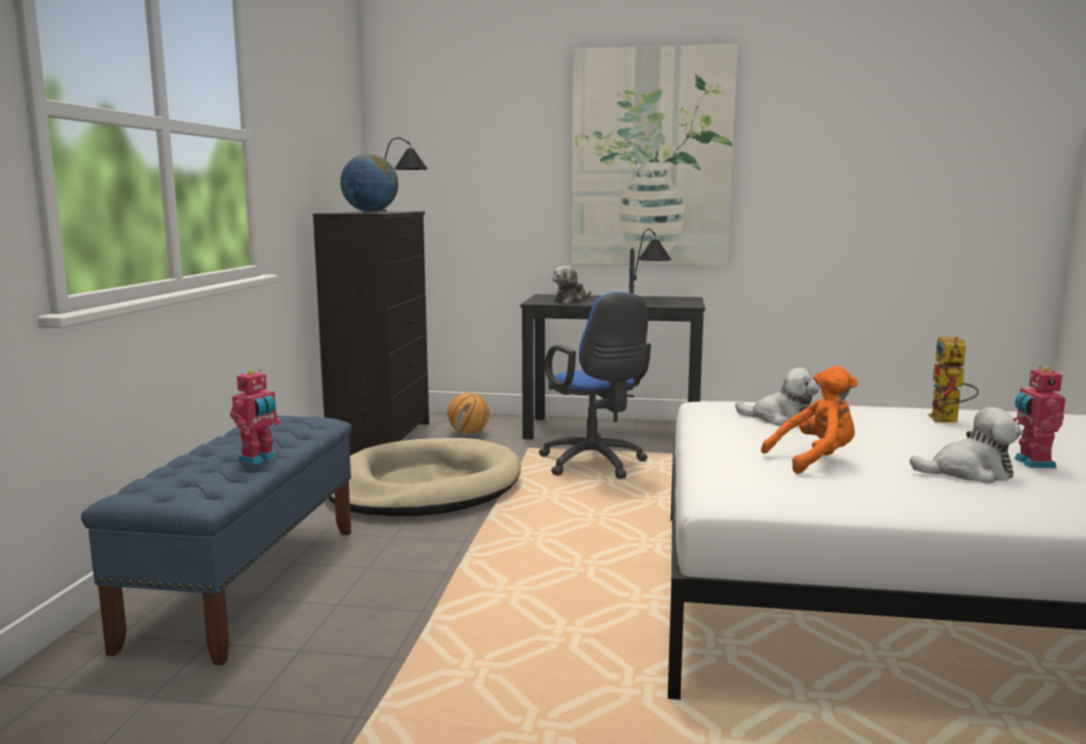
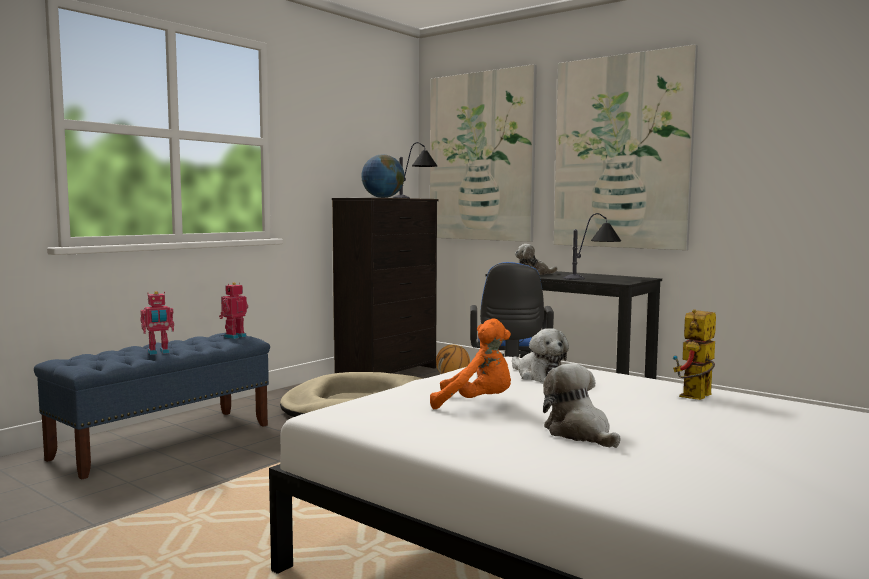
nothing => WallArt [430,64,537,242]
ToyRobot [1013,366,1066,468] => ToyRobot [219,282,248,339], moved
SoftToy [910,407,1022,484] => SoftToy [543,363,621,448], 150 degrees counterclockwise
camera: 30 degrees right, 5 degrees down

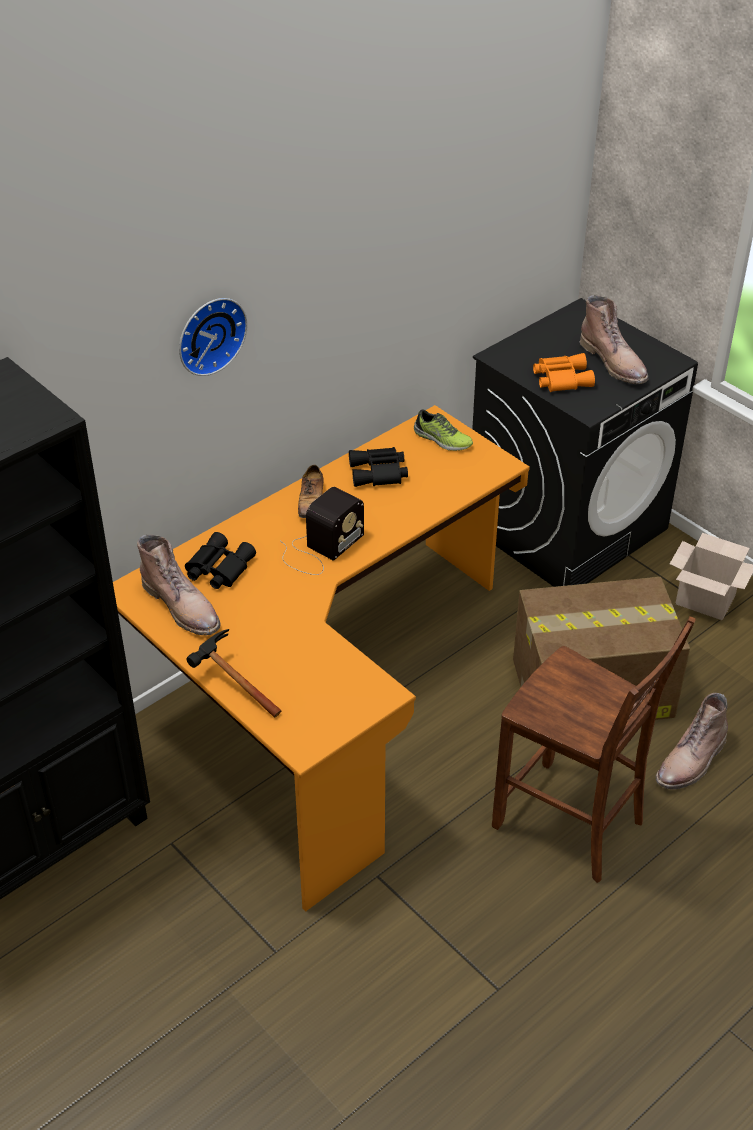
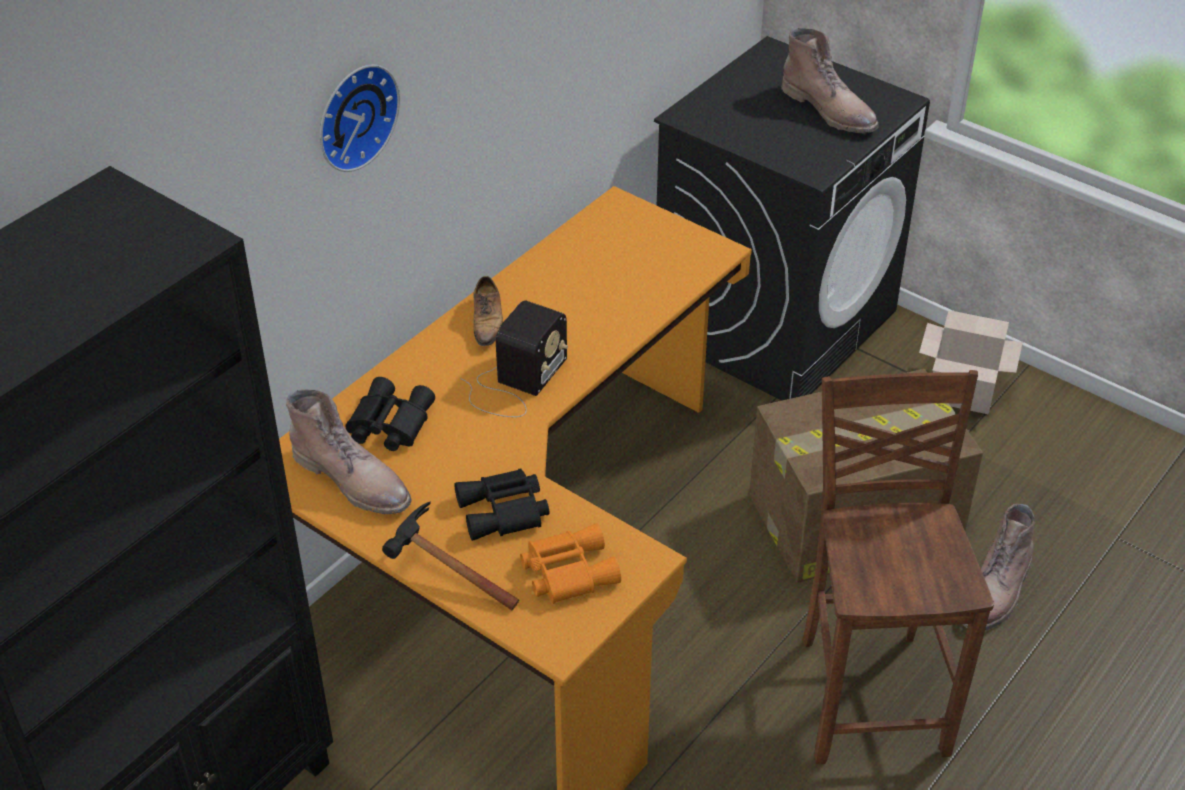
ItemOfFootwear [414,410,473,451] => nothing
BlackColouredBinoculars [349,447,408,487] => BlackColouredBinoculars [454,468,550,541], moved
OrangeyBinoculars [533,353,595,392] => OrangeyBinoculars [520,523,621,604], moved
BrownColouredUprightChair [492,616,696,883] => BrownColouredUprightChair [803,370,994,764], 120 degrees counterclockwise
camera: 10 degrees left, 0 degrees up

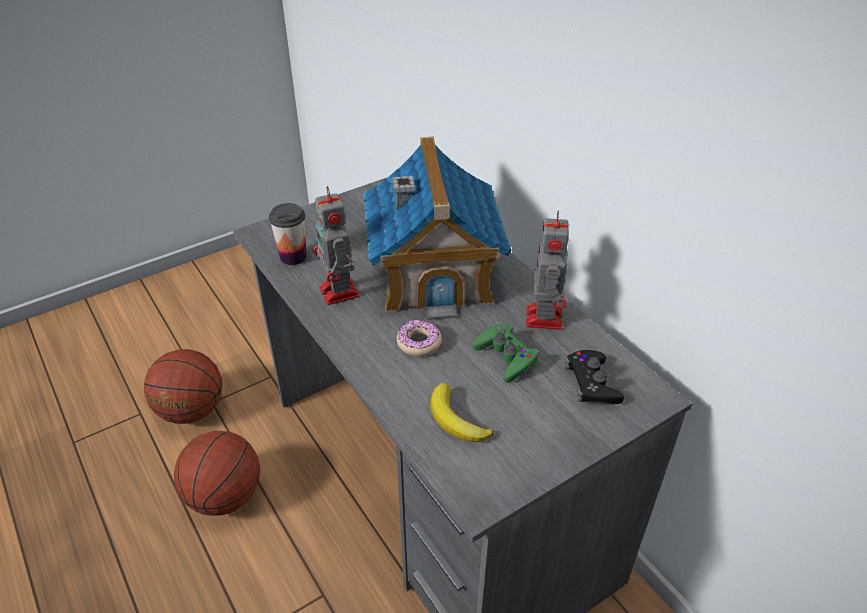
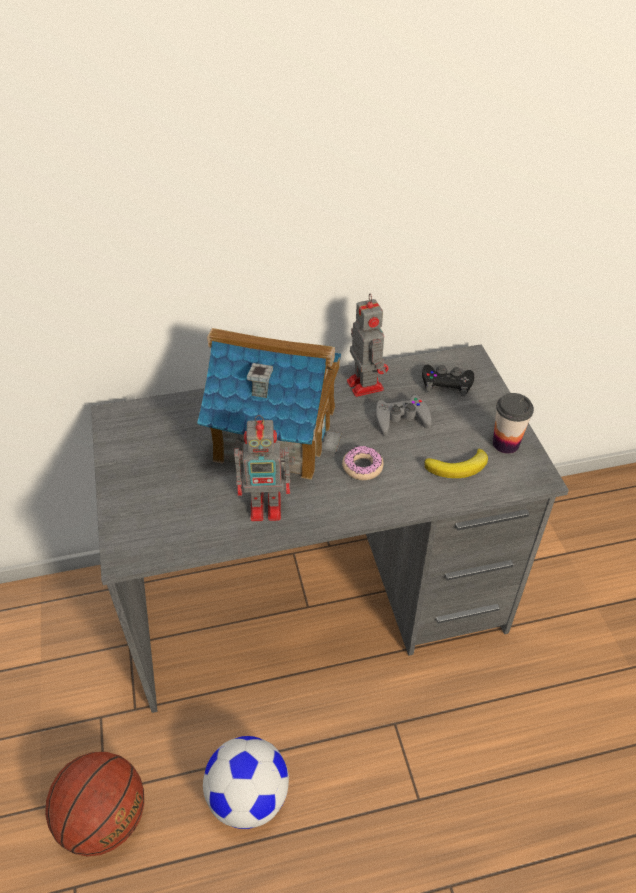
SmallCup [269,203,306,265] => SmallCup [493,393,534,454], moved
Basketball [174,431,260,516] => BallForFootball [203,736,289,829]
GreenGameController [472,324,539,383] => GreyishGameController [375,395,432,436]
ToyRobot [526,211,569,330] => ToyRobot [347,293,389,397], 45 degrees clockwise
camera: 70 degrees left, 5 degrees up

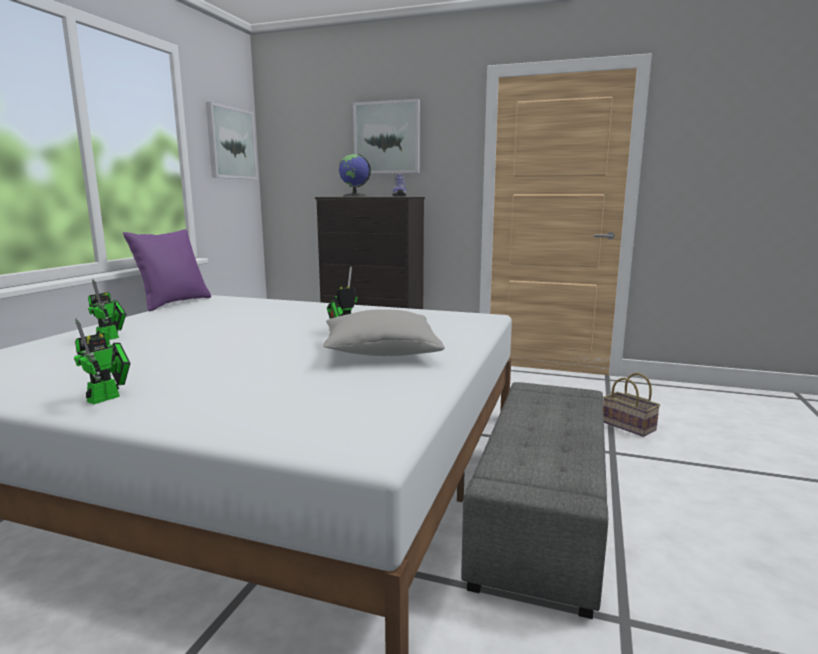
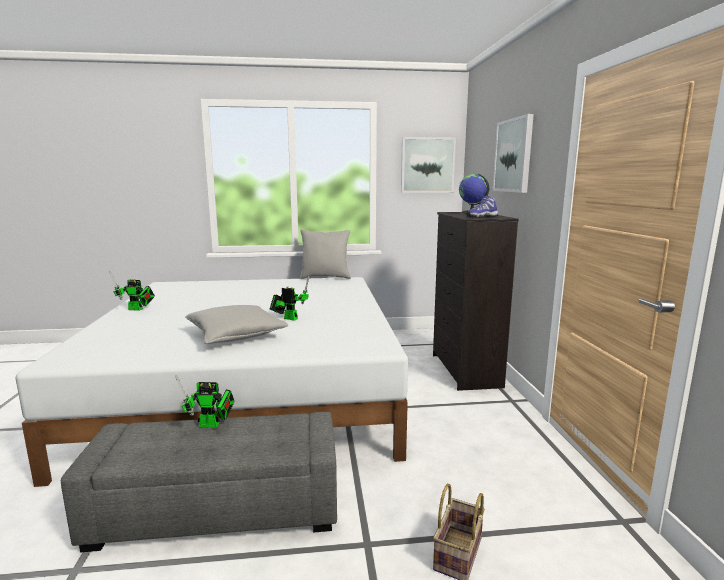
ToyRobot [88,279,126,340] => ToyRobot [176,375,235,428], moved
PurpleColouredCushion [123,229,211,311] => GreyishCushion [300,229,351,279]
camera: 65 degrees right, 0 degrees up

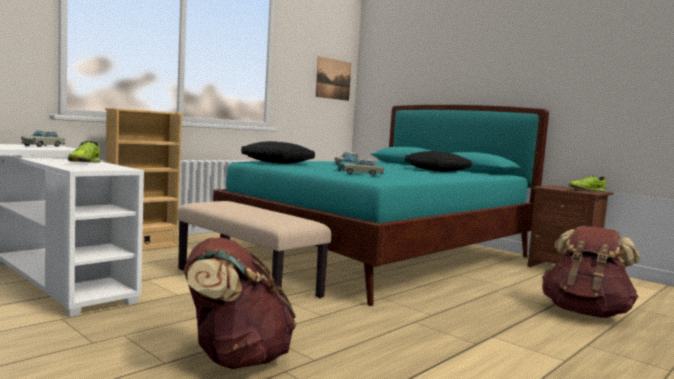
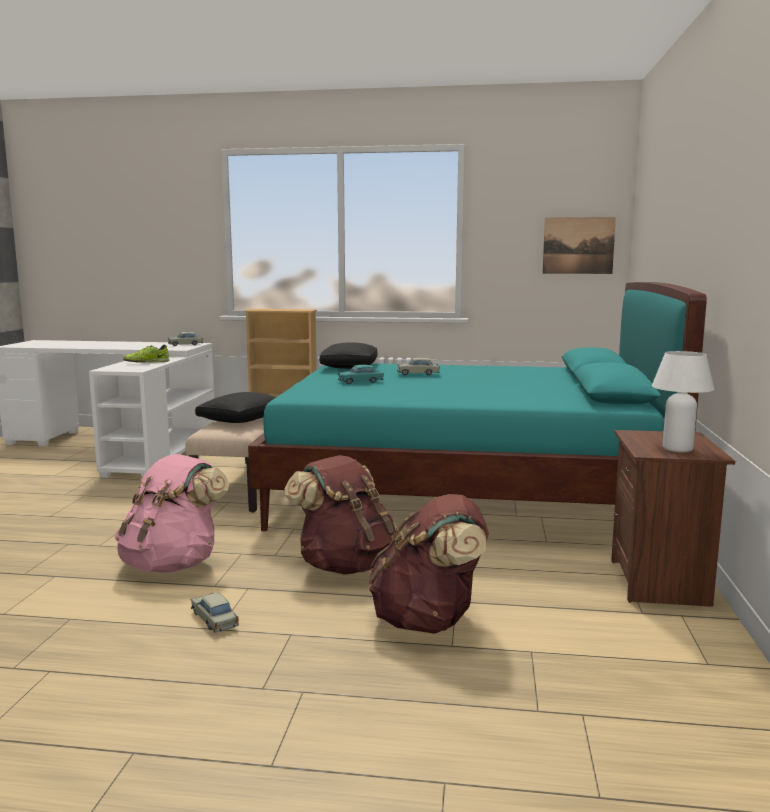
nothing => PinkColouredKnapsack [114,454,229,573]
BrownColouredKnapsack [184,238,296,369] => BrownColouredKnapsack [285,455,395,575], moved
BeigeColouredToyCar [343,159,384,176] => BeigeColouredToyCar [191,592,239,632], moved
BlackColouredCushion [405,151,472,172] => BlackColouredCushion [195,392,276,423], moved
ItemOfFootwear [568,176,606,192] => WhiteTabletopLamp [652,351,715,453]
camera: 55 degrees right, 5 degrees up

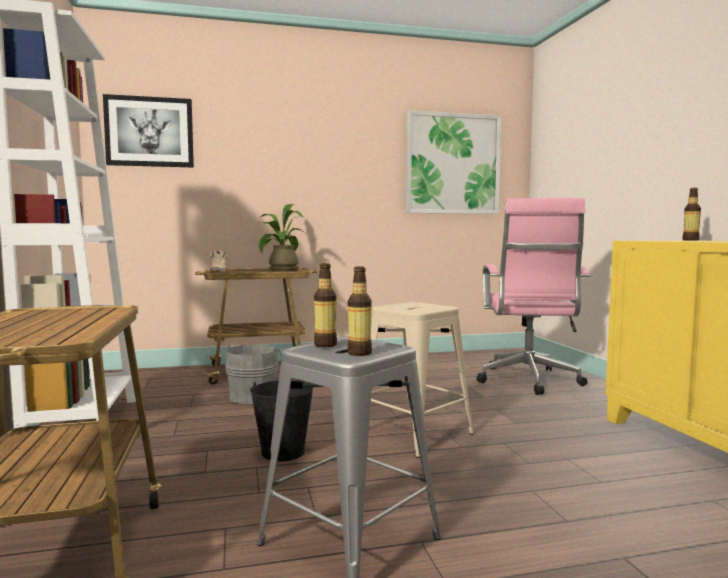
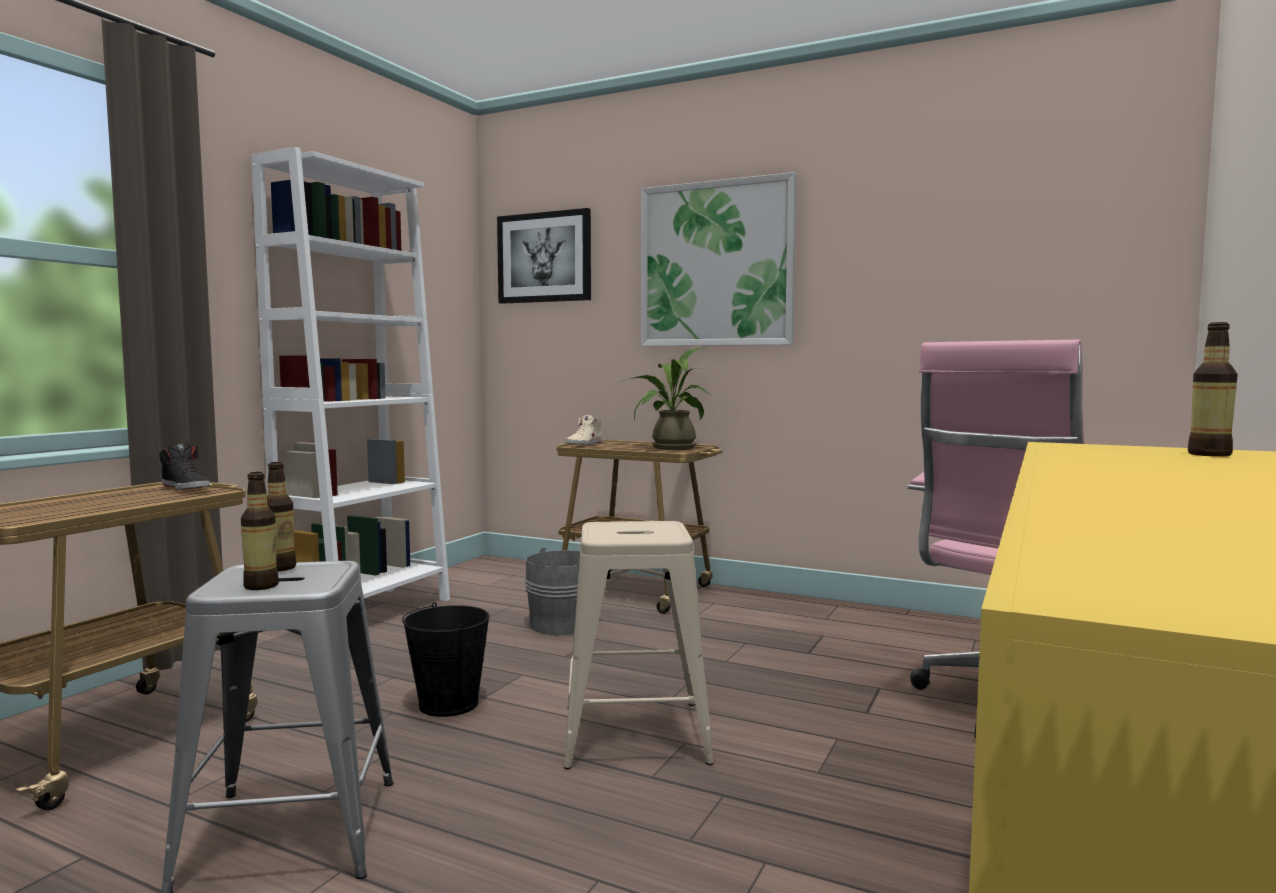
nothing => BlackColouredItemOfFootwear [159,443,210,490]
WallArt [406,110,501,214] => WallArt [641,172,797,346], moved
camera: 40 degrees right, 0 degrees up

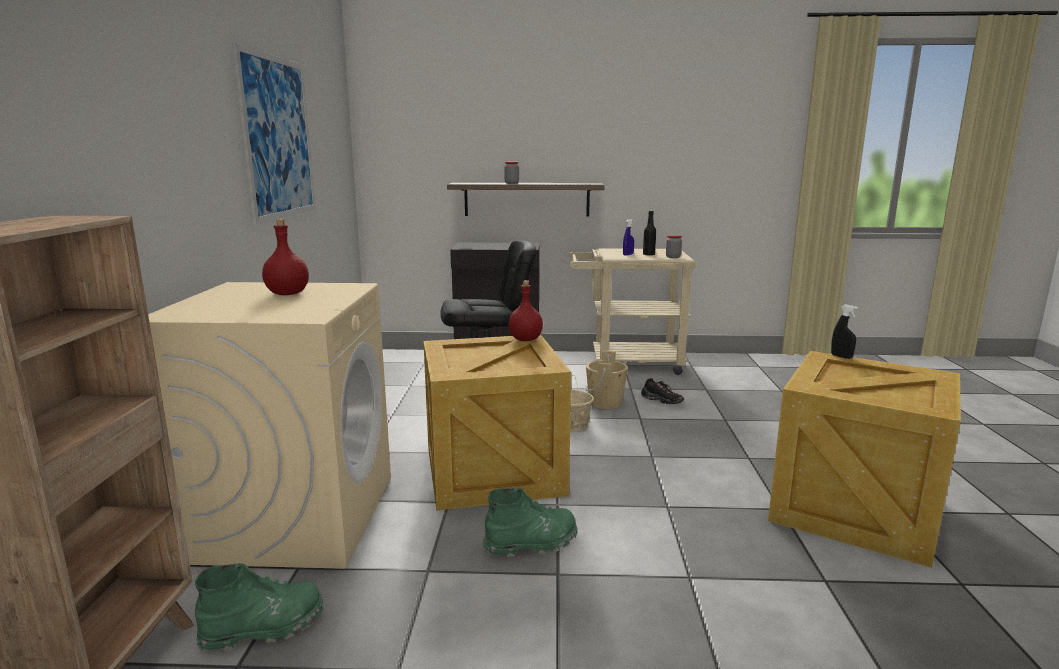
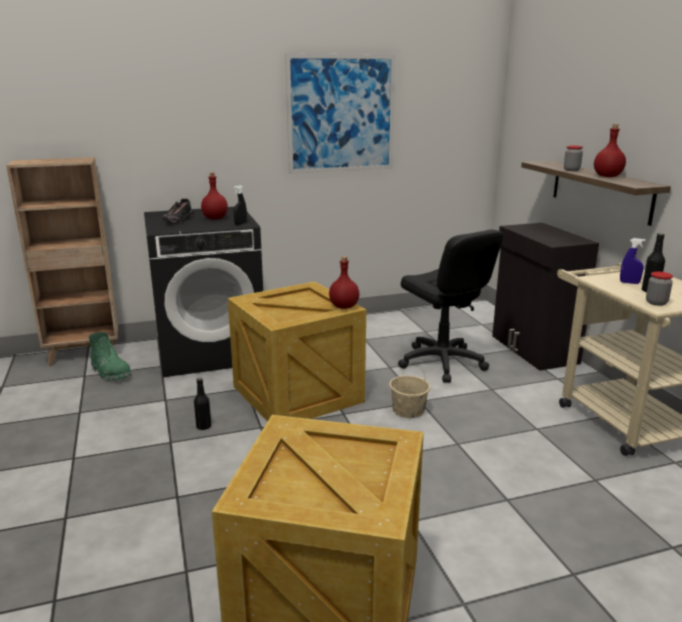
BeigeColouredBucket [586,351,628,409] => nothing
nothing => ReddishBottle [594,124,626,177]
BlackColouredItemOfFootwear [641,378,684,404] => BlackColouredItemOfFootwear [163,199,194,223], moved
BlackColouredSprayer [831,304,858,359] => BlackColouredSprayer [234,185,247,225], moved
GreenTallBoot [483,488,577,557] => BlackColouredBottle [194,378,211,430]
BeigeColouredLaundryAppliance [148,282,391,569] => BlackColouredLaundryAppliance [144,207,263,377]
camera: 70 degrees right, 5 degrees up

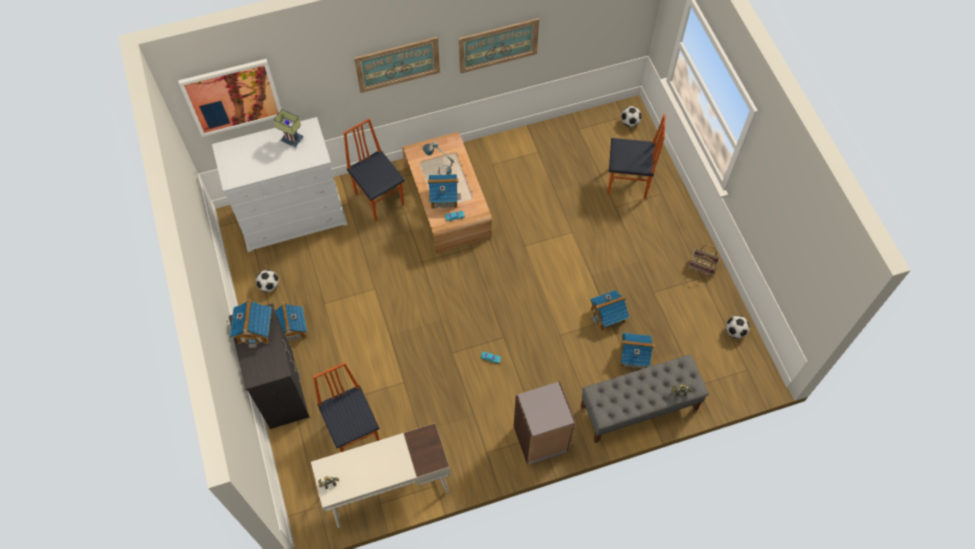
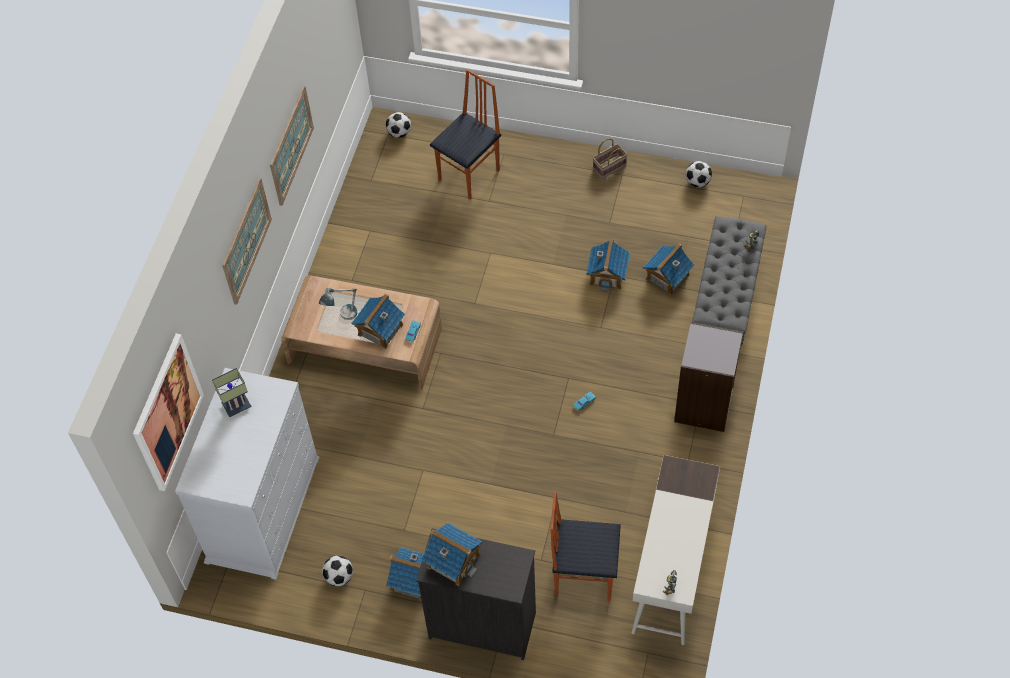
UprightChair [344,118,405,221] => nothing
camera: 55 degrees left, 5 degrees down

